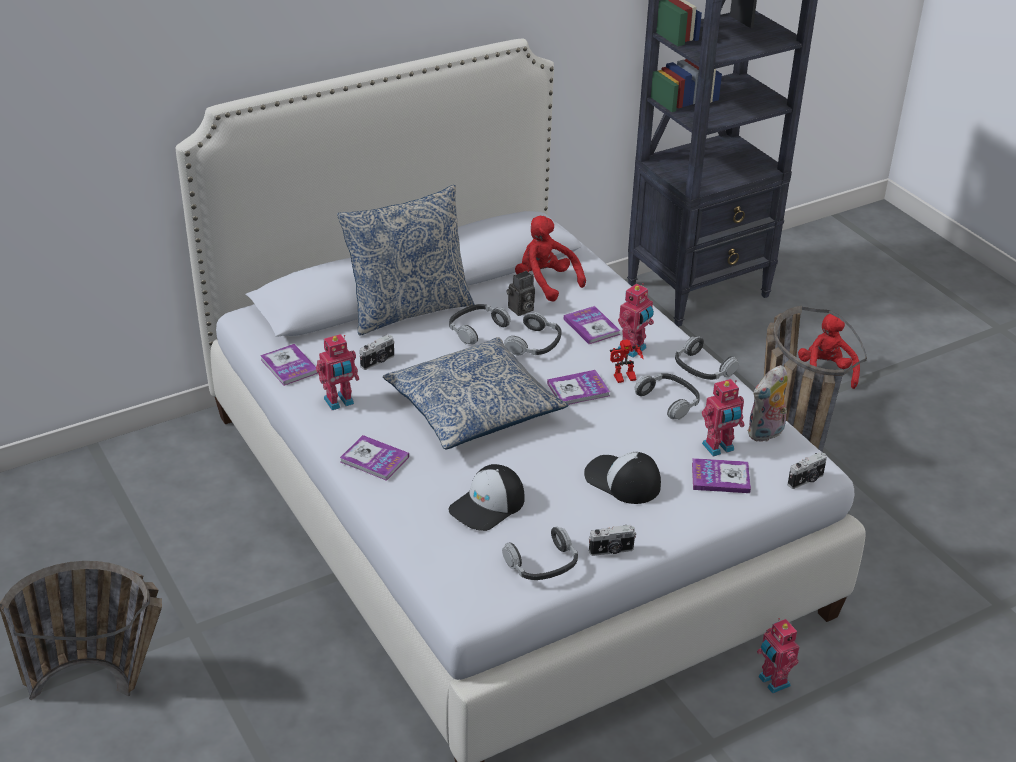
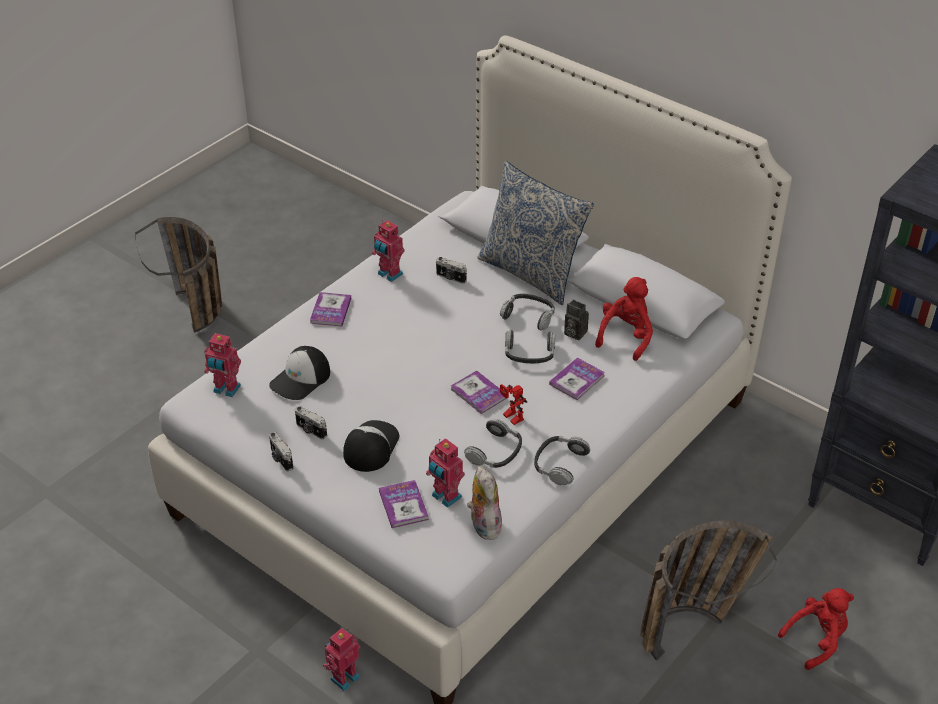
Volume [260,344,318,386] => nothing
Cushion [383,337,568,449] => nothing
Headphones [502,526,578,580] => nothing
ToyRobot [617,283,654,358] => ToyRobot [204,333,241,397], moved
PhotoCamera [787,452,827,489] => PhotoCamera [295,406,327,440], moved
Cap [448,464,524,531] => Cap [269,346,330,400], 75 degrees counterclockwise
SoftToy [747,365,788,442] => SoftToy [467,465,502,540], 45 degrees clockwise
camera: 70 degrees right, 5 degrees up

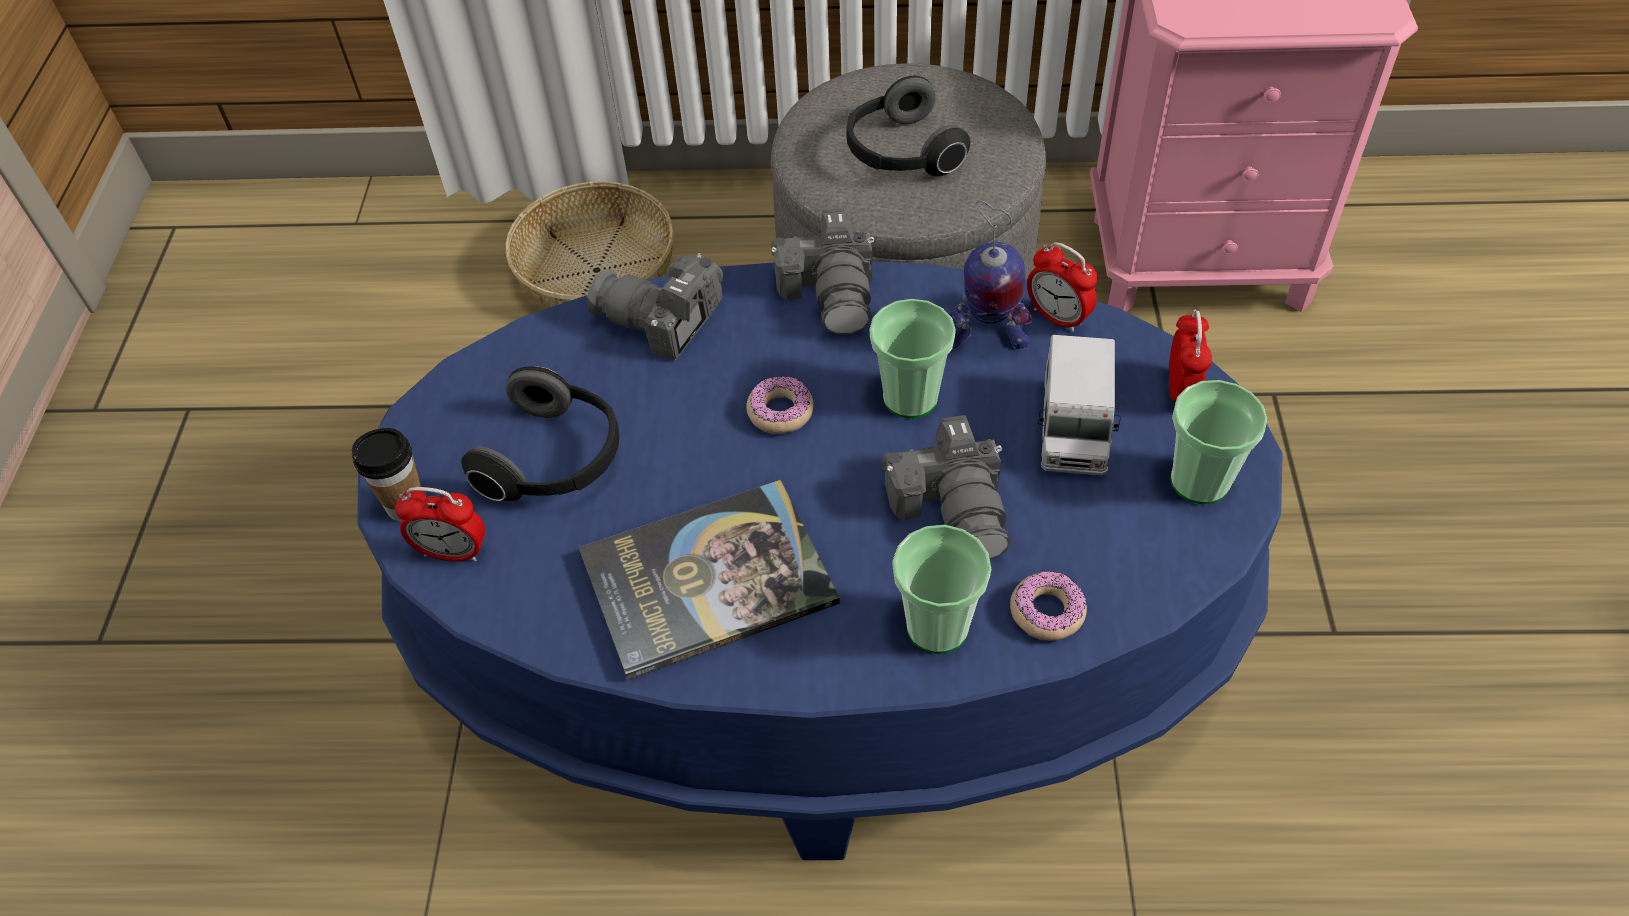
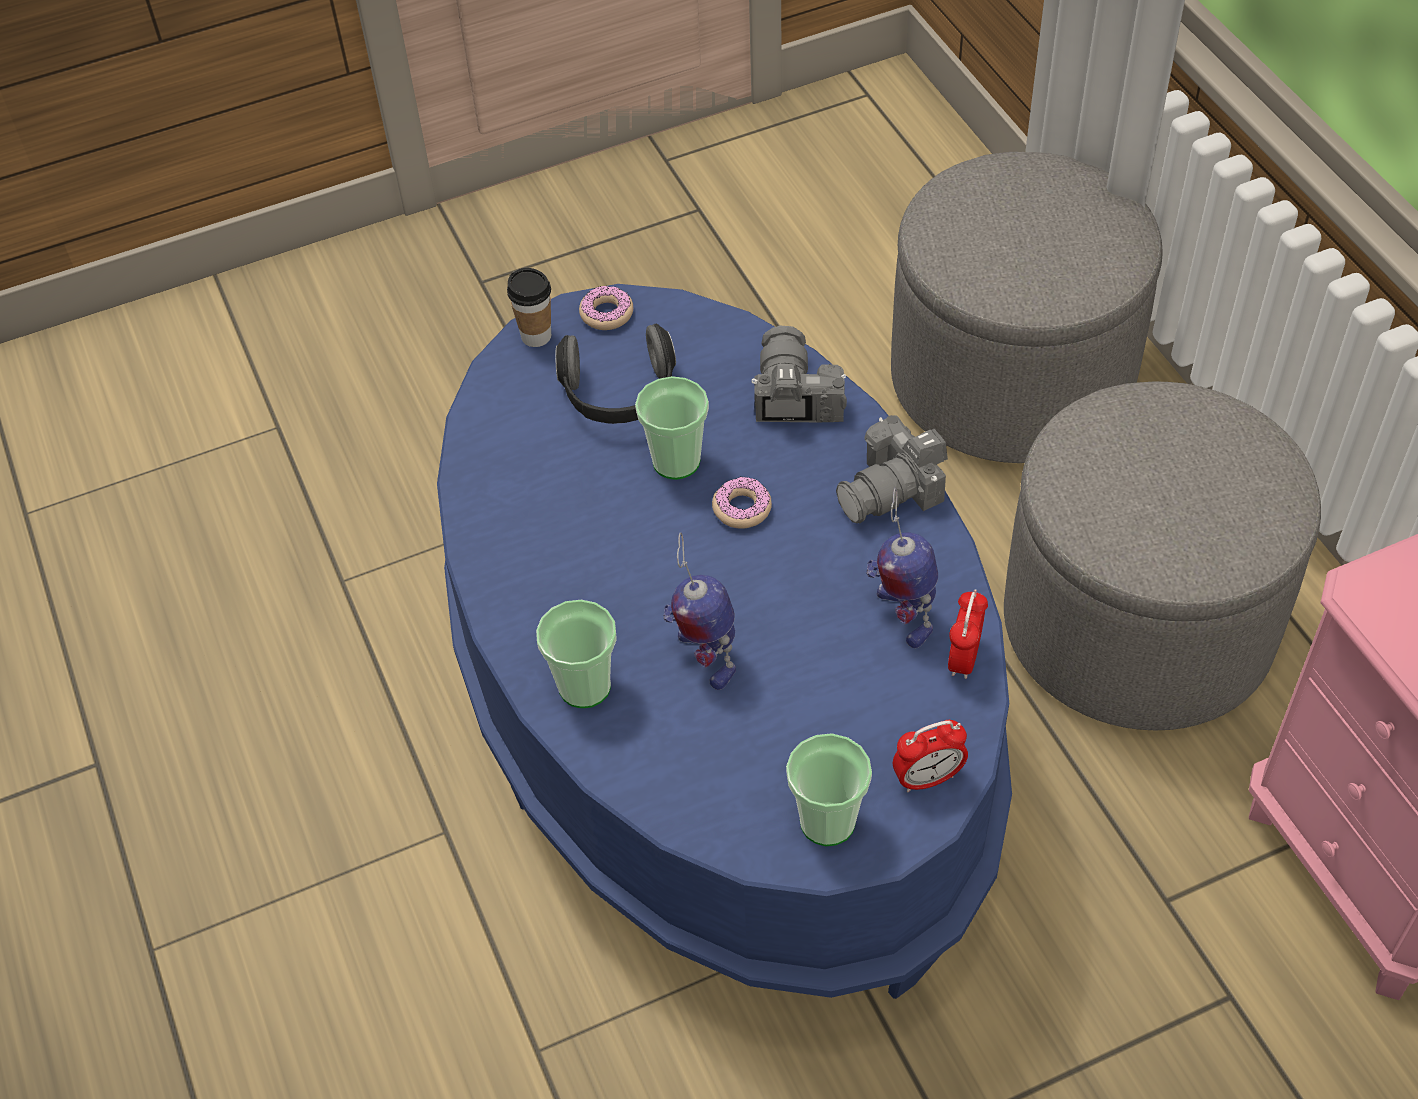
AlarmClock [395,487,485,562] => nothing
Volume [579,480,840,680] => nothing
Headphones [847,75,970,176] => nothing
ToyTruck [1038,335,1121,476] => nothing
SmallCup [869,299,956,418] => SmallCup [635,376,709,480], moved
Donut [1010,570,1087,641] => Donut [579,286,633,330], moved
HouseholdBasket [506,181,674,308] => GreyishPouffe [891,152,1163,463]
PhotoCamera [882,415,1011,560] => ToyRobot [663,532,736,690]
camera: 65 degrees right, 0 degrees up

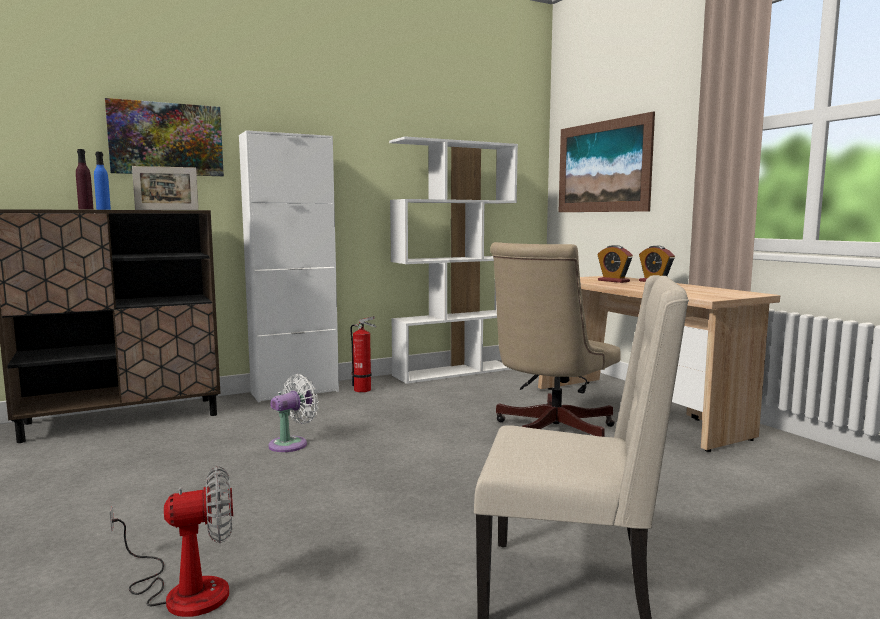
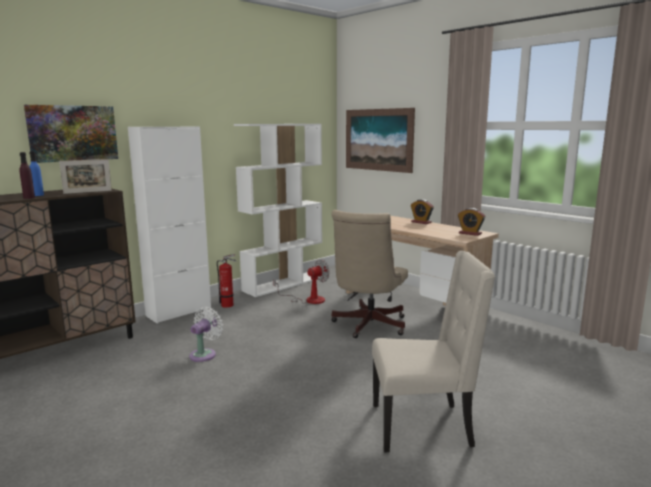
Fan [110,466,233,617] => Fan [273,259,330,304], moved
AlarmClock [598,245,633,283] => AlarmClock [458,208,485,236], moved
camera: 15 degrees left, 5 degrees up

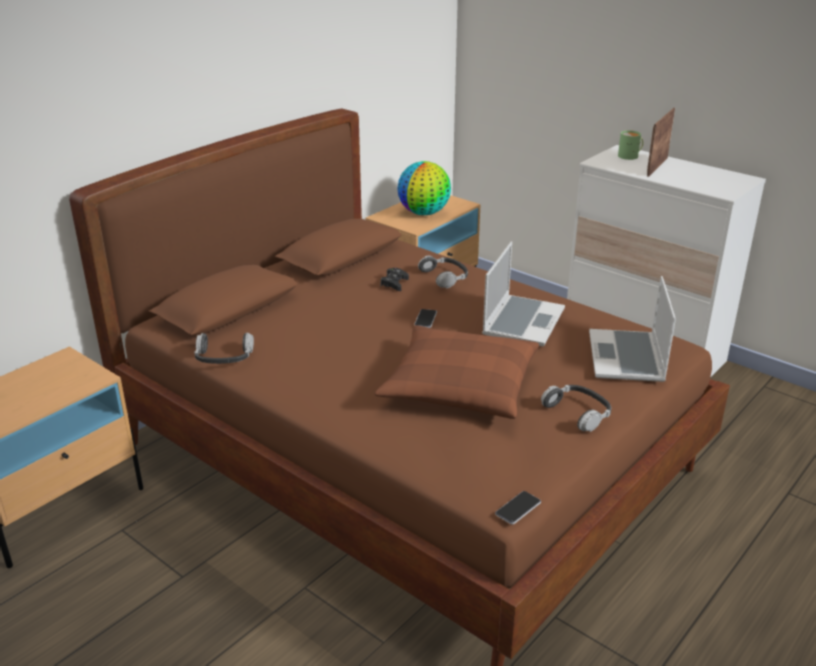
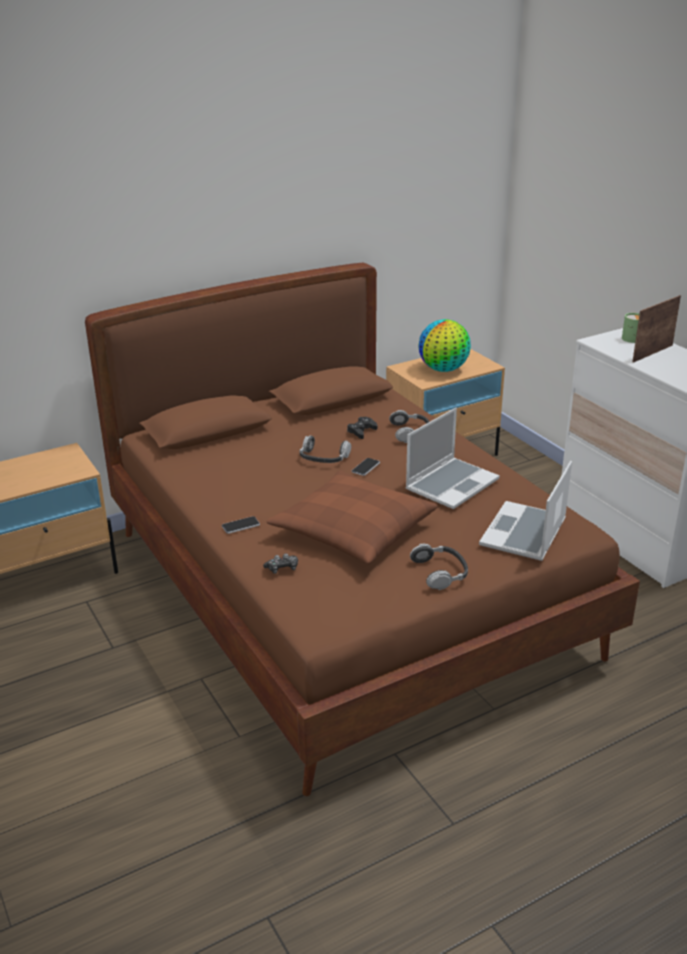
nothing => GameController [263,553,298,574]
Headphones [194,333,254,364] => Headphones [300,435,351,463], moved
Telephone [495,491,541,525] => Telephone [222,516,260,534], moved
camera: 20 degrees right, 0 degrees up

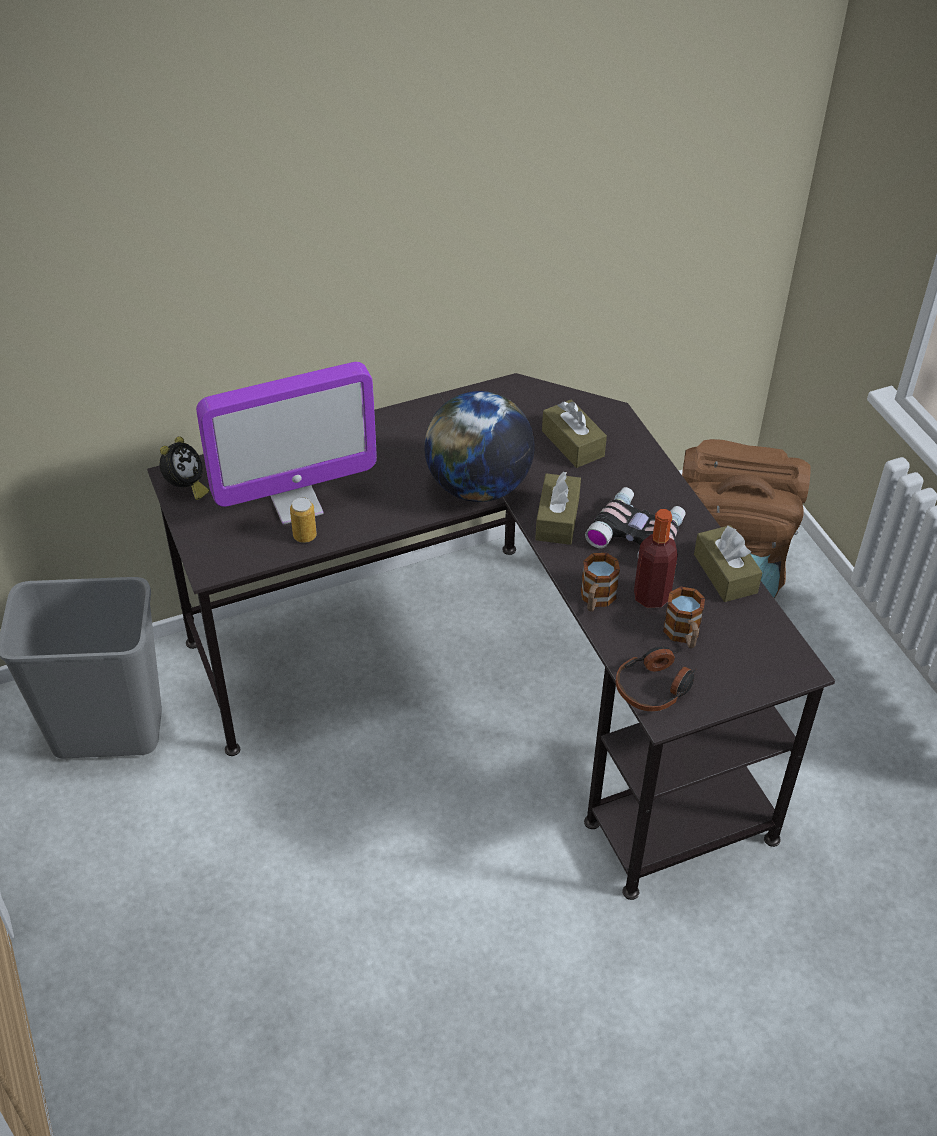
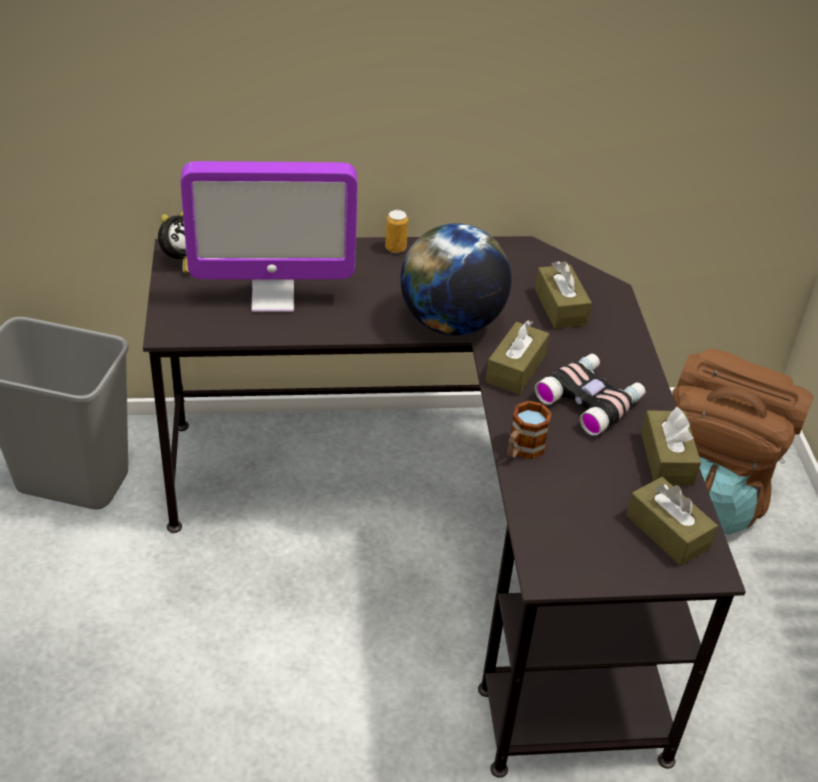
Headphones [616,646,696,711] => nothing
Bottle [634,509,678,608] => nothing
TeaMug [663,587,705,648] => nothing
nothing => BrownColouredTissueBox [626,477,718,566]
Can [290,497,317,543] => Can [385,210,408,253], moved
camera: 15 degrees right, 5 degrees down

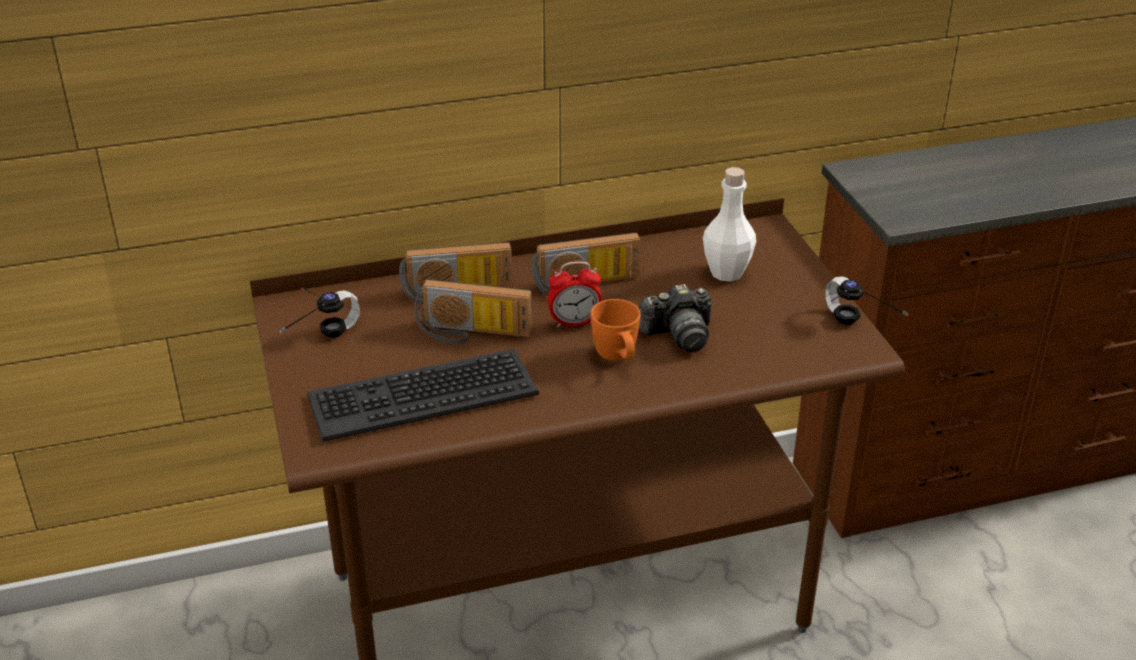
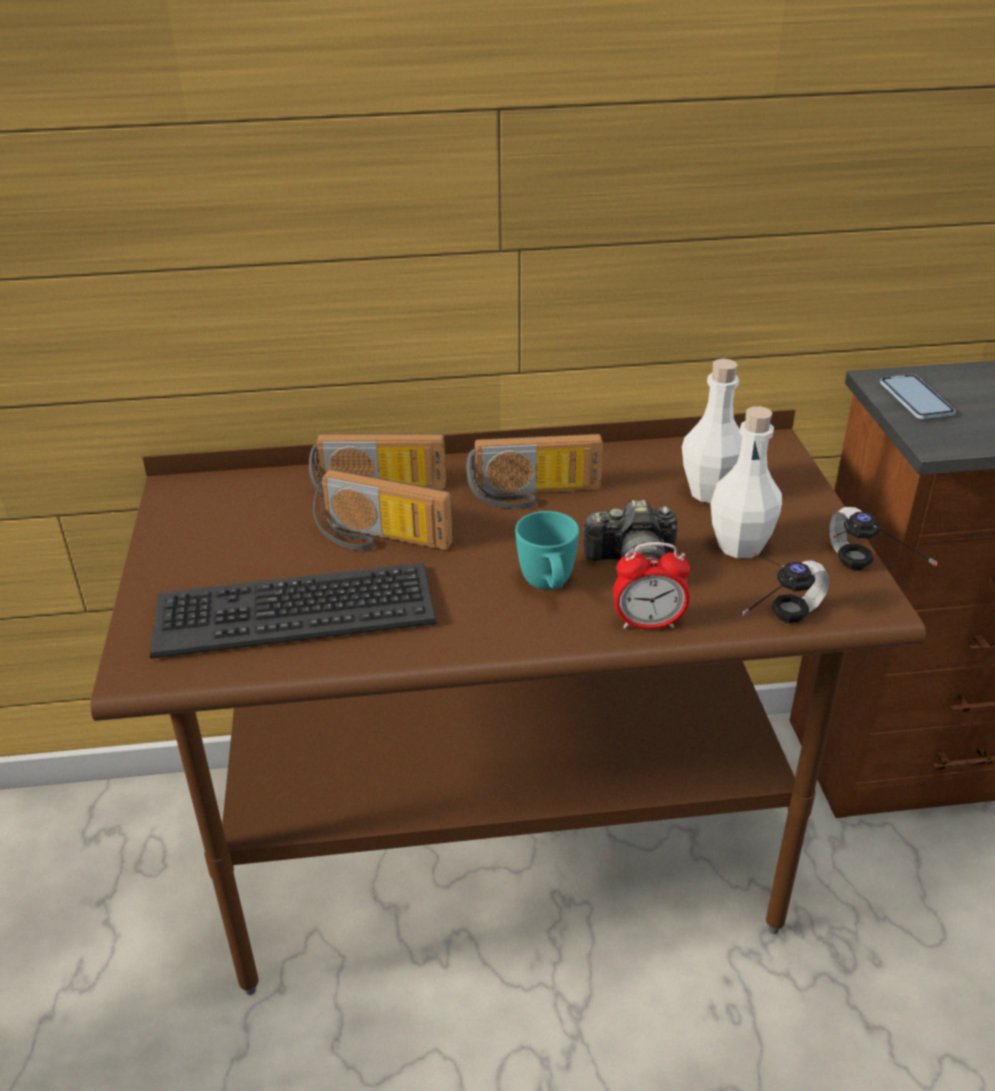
nothing => WhiteBottle [710,406,782,558]
nothing => Telephone [880,374,956,419]
Headphones [279,288,360,338] => Headphones [742,552,830,623], moved
AlarmClock [548,261,603,328] => AlarmClock [613,542,690,629], moved
OrangeyTeaMug [590,299,641,361] => TurquoiseColouredTeaMug [515,511,579,589]
camera: 10 degrees right, 0 degrees up

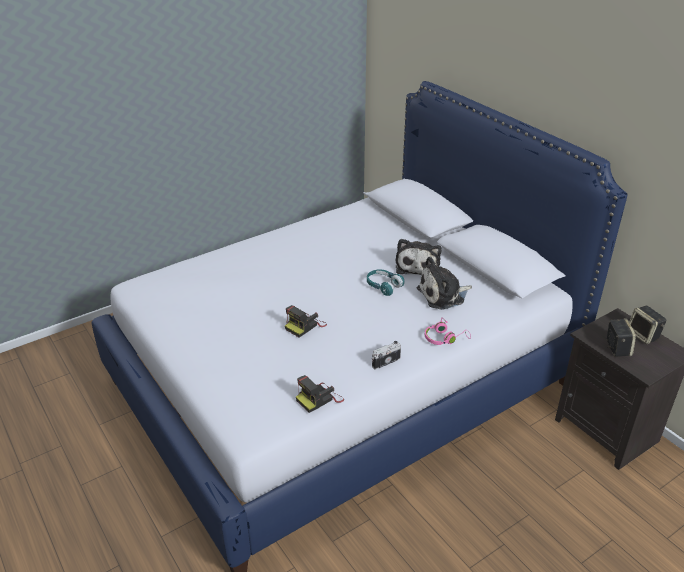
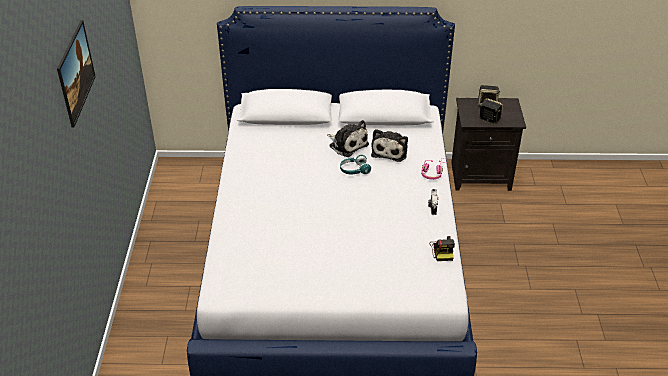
PhotoCamera [285,305,327,337] => nothing
nothing => WallArt [57,20,96,128]
camera: 55 degrees left, 5 degrees up

